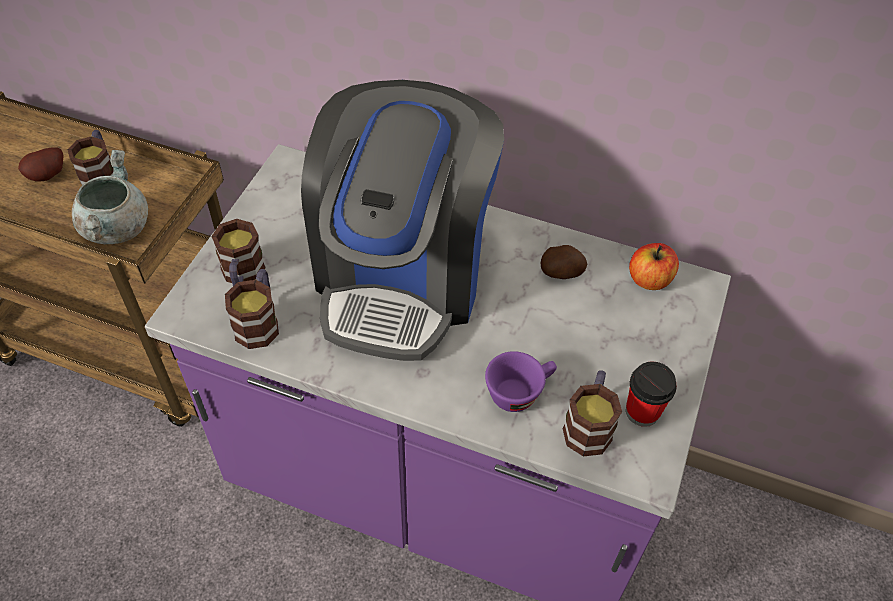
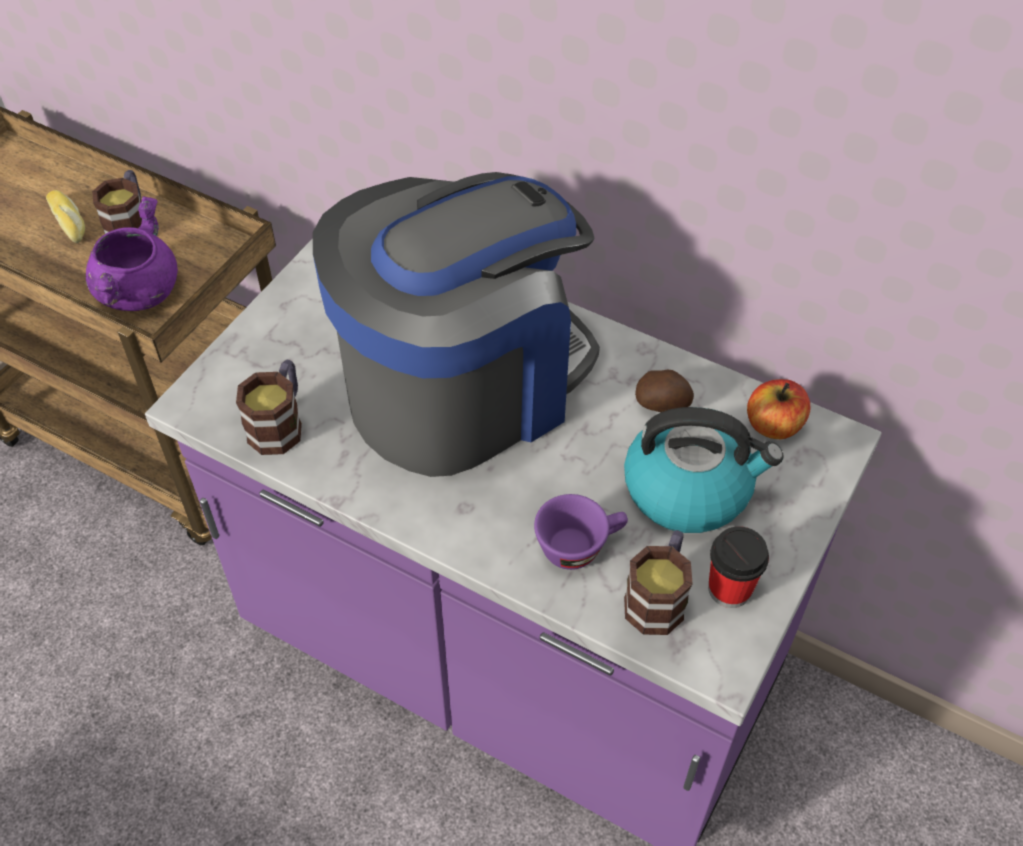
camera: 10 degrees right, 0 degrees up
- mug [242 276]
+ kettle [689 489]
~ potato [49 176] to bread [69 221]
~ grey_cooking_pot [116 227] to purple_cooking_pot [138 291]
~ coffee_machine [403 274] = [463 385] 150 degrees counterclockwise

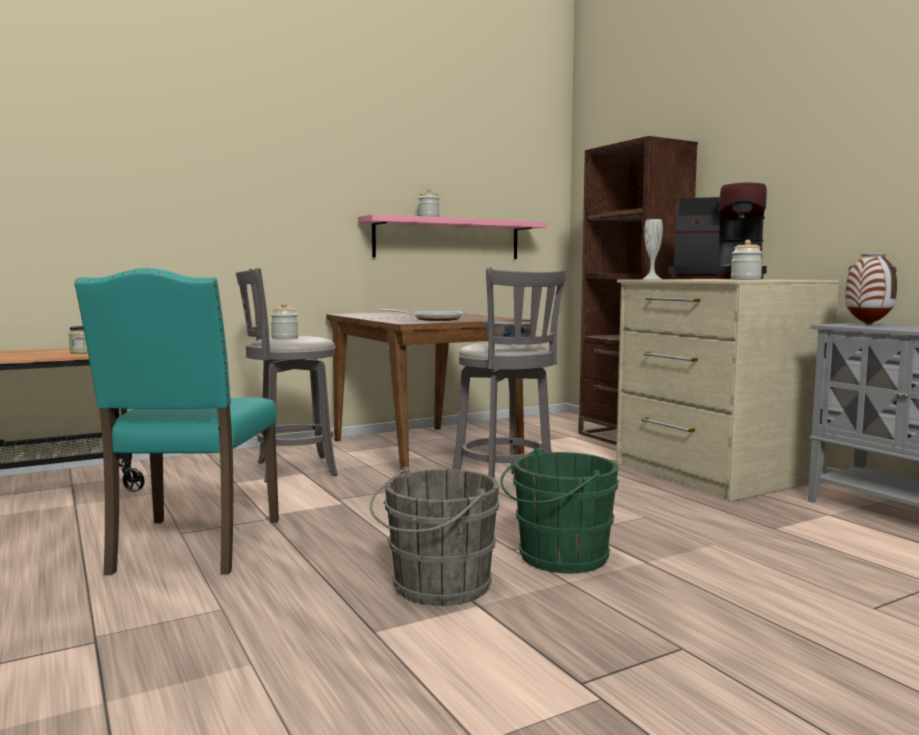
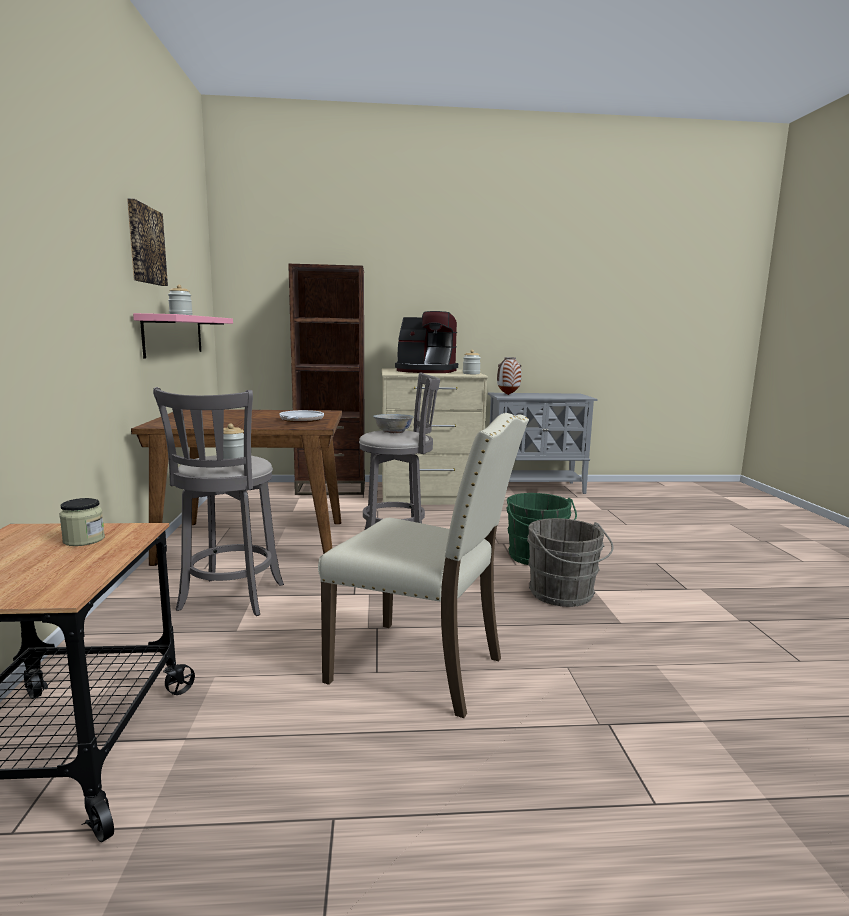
camera: 65 degrees left, 5 degrees up
- white_vase [651 279]
+ picture [145 245]
~ turquoise_chair [193 546] to beige_chair [421 668]
~ coffee_machine [717 279] = [426 371] 60 degrees clockwise

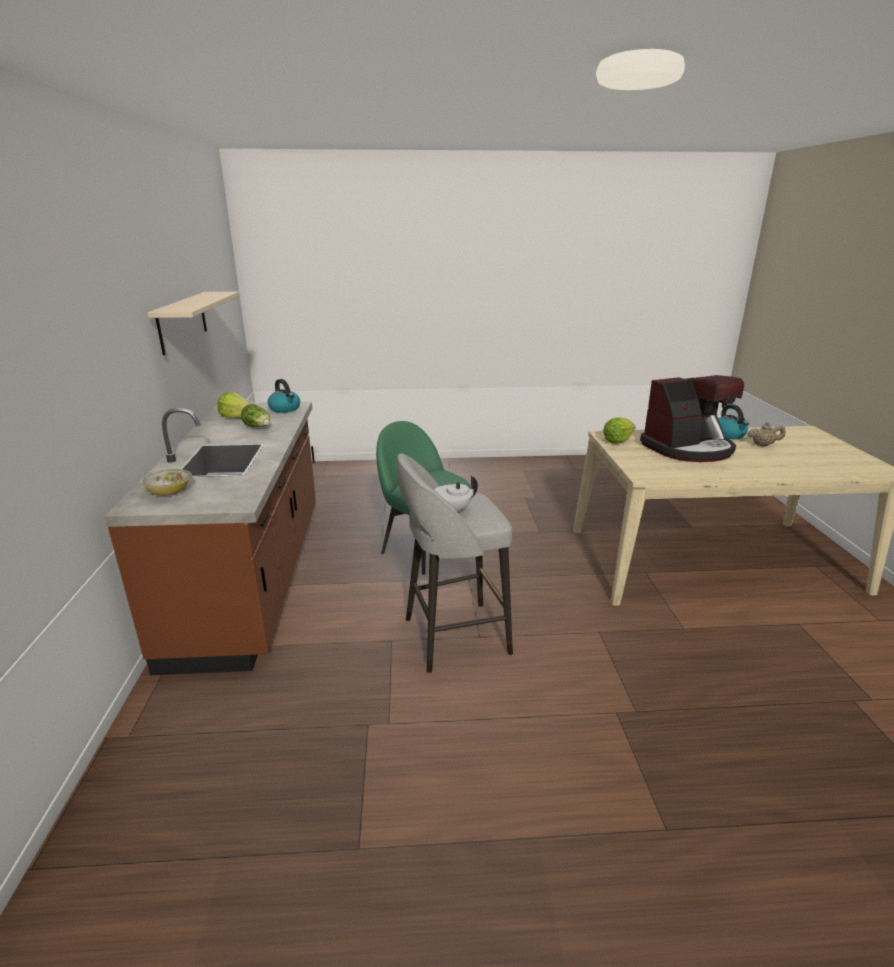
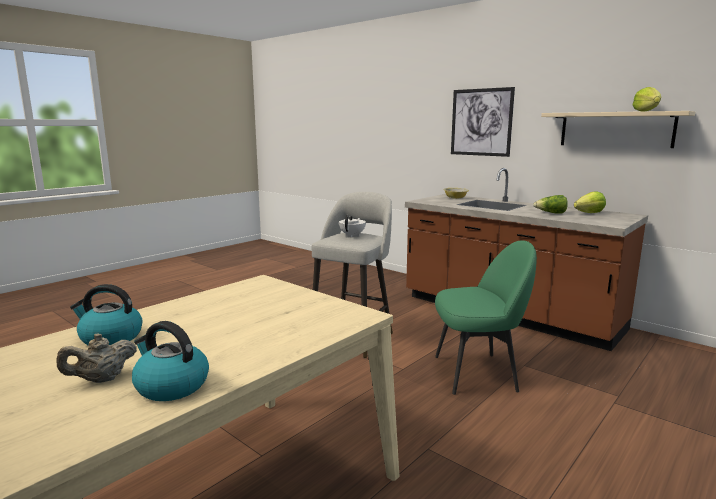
camera: 135 degrees right, 10 degrees down
- coffee_machine [688 449]
+ picture [481 122]
~ kettle [285 409] to [110 338]
~ lettuce [618 441] to [646 111]

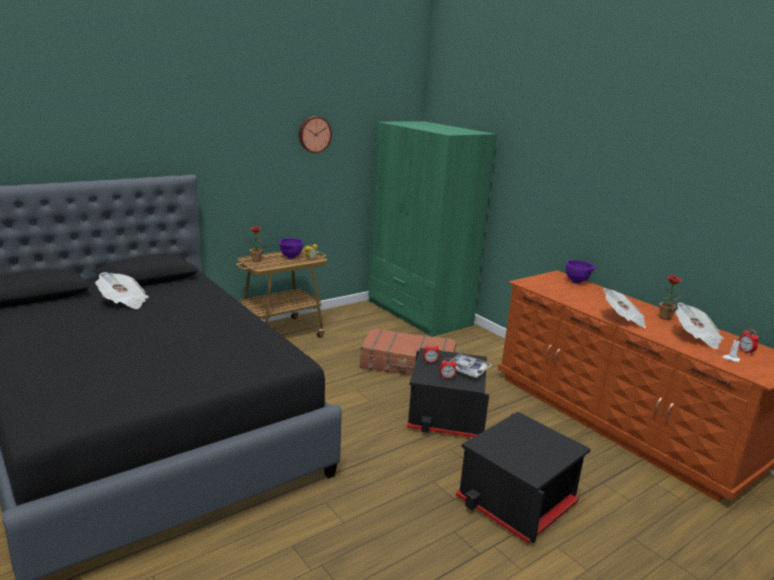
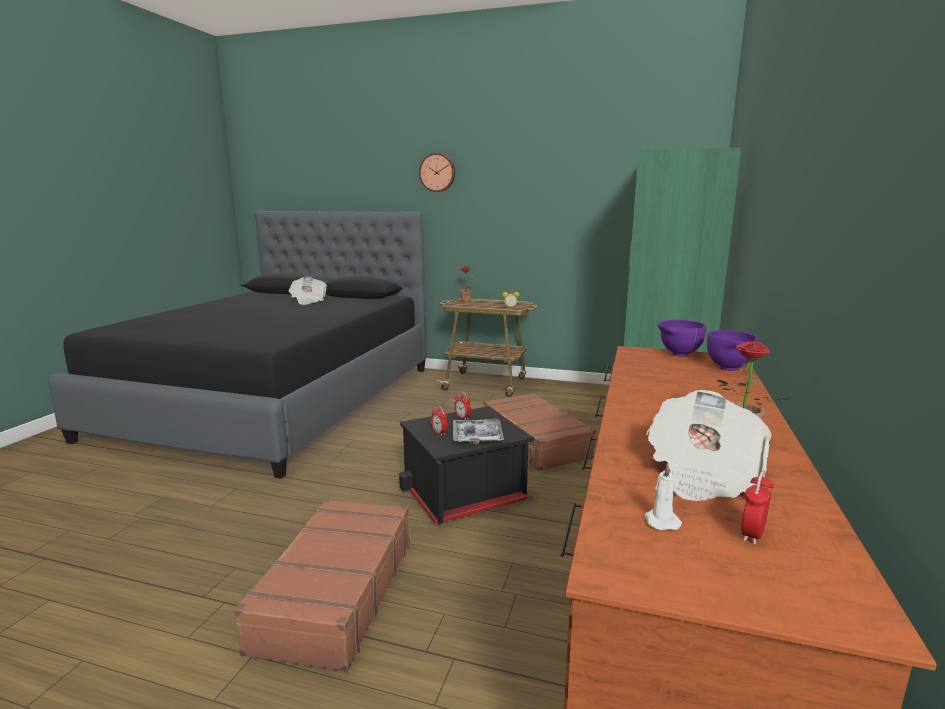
camera: 55 degrees right, 5 degrees down
- newspaper [623 319]
~ purple_bowl [290 258] to [678 355]
~ wall_clock [314 134] to [437 172]
~ black_storage_box [518 500] to brown_suitcase [334 593]

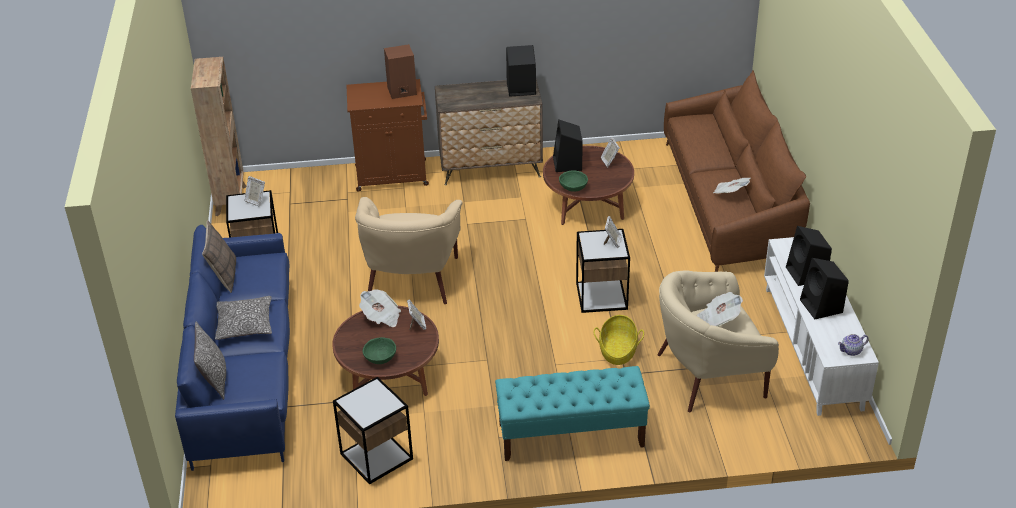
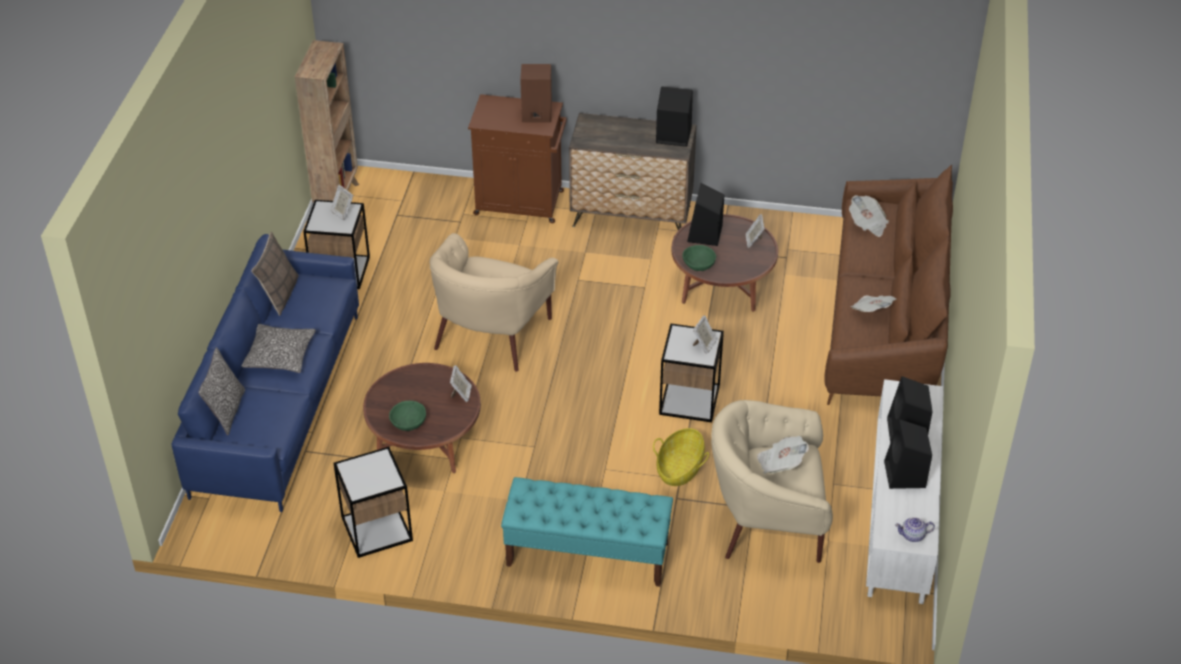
camera: 15 degrees right, 5 degrees up
~ newspaper [381 317] to [867 224]

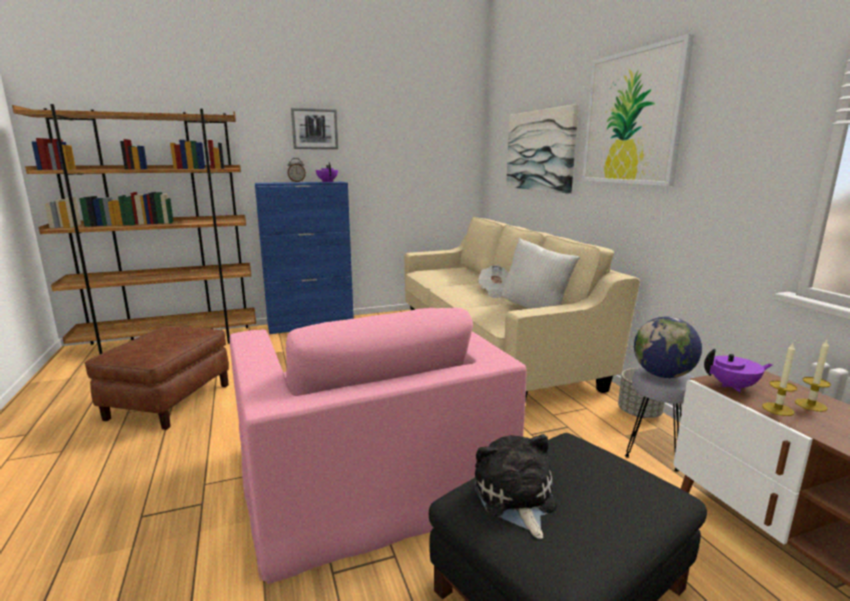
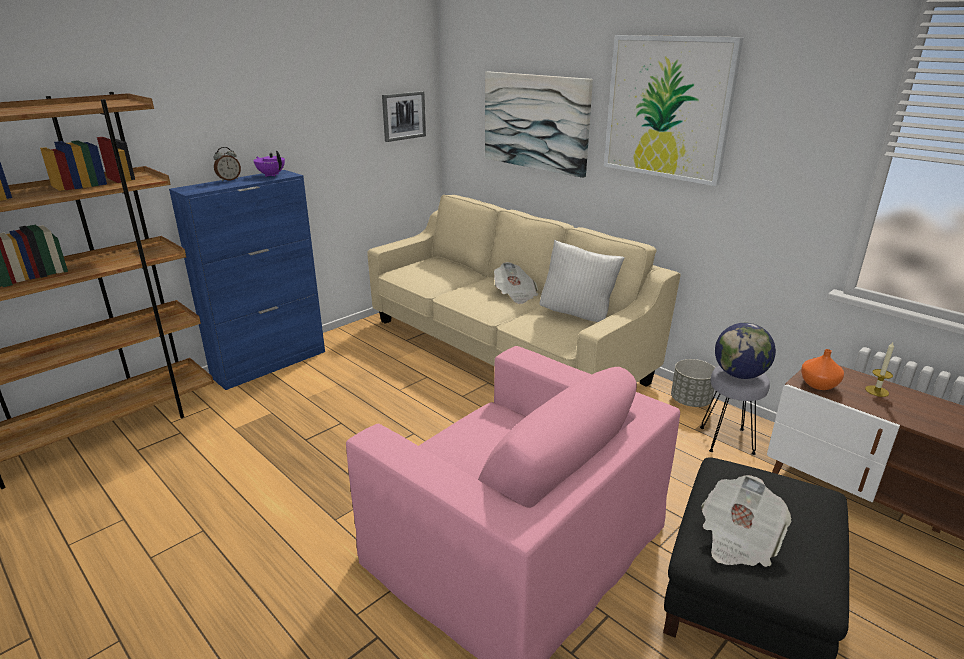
camera: 25 degrees left, 10 degrees up
- brown_ottoman [169 401]
- candle [777 409]
~ picture [314 129] to [403 116]
~ plush_toy [515 498] to newspaper [738 539]
~ purple_teapot [733 387] to orange_vase [819 385]

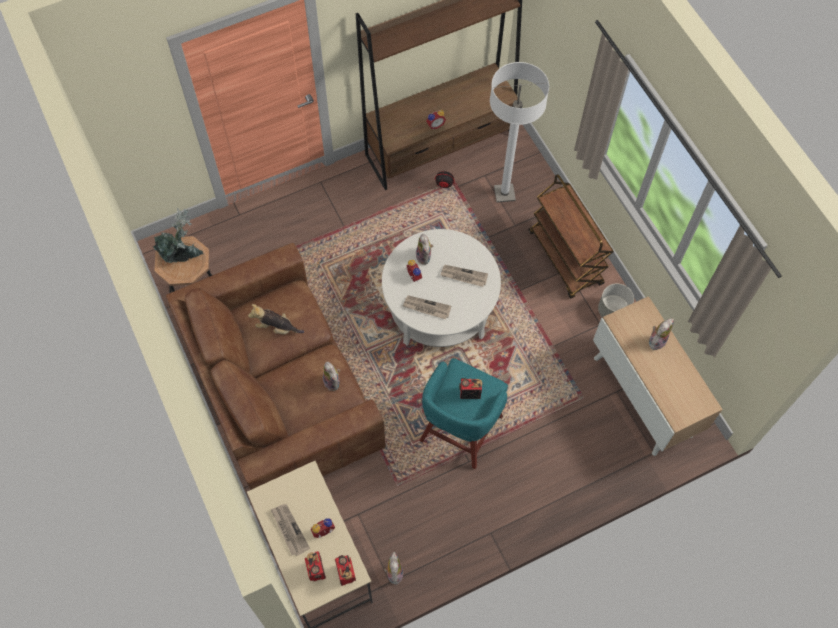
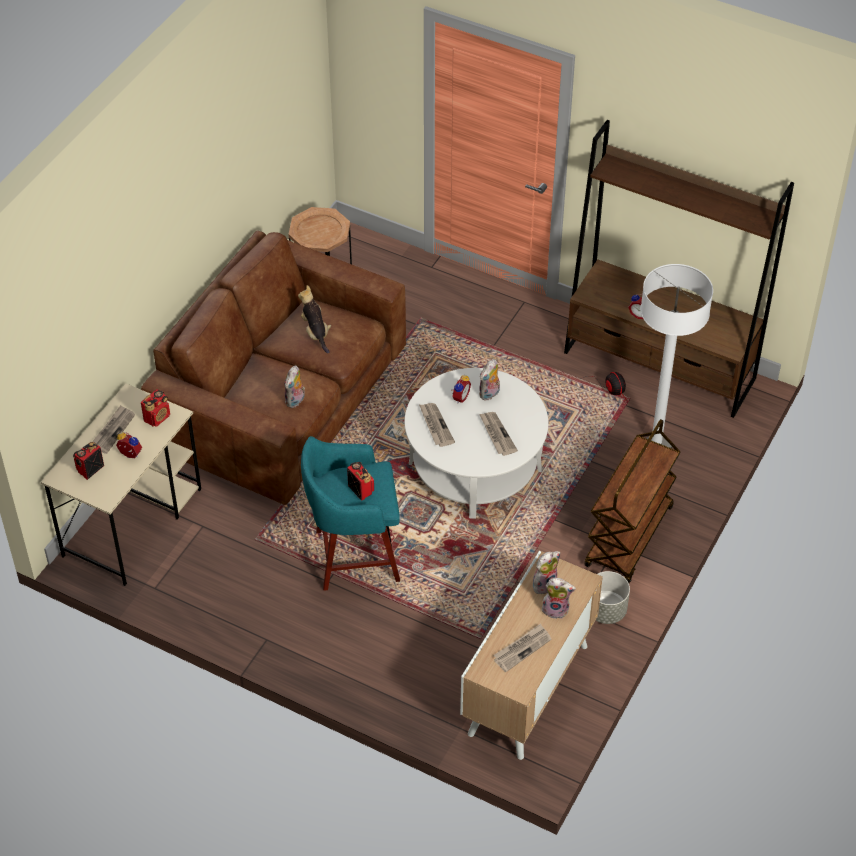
camera: 55 degrees right, 15 degrees down
- potted_plant [182 254]
+ newspaper [522 648]
~ radio [346 572] to [157 418]
~ plush_toy [393 573] to [544 583]

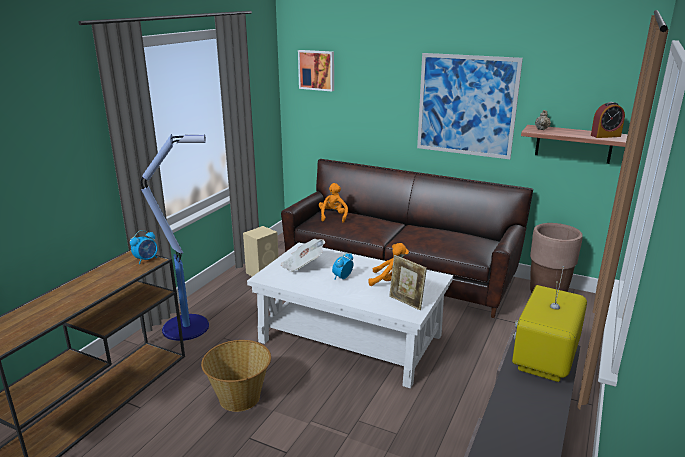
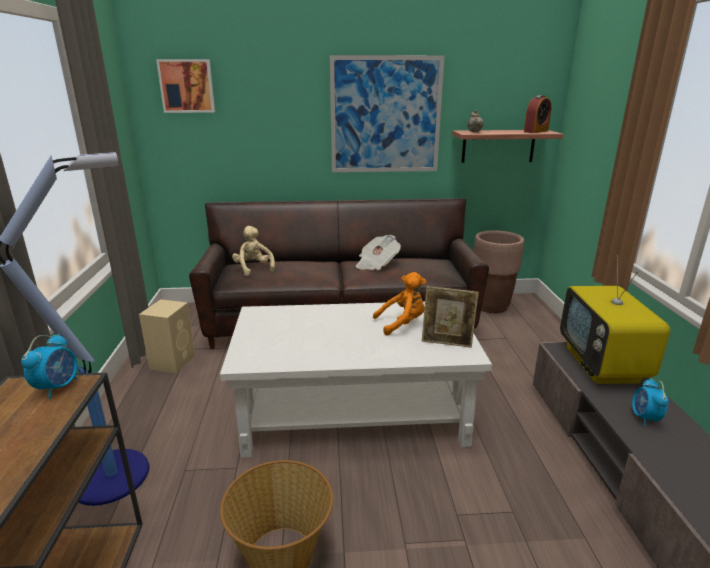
camera: 30 degrees left, 0 degrees up
~ newspaper [302 265] to [376 264]
~ alarm_clock [342 277] to [645 418]
~ orange_plush_toy [333 216] to beige_plush_toy [253 269]

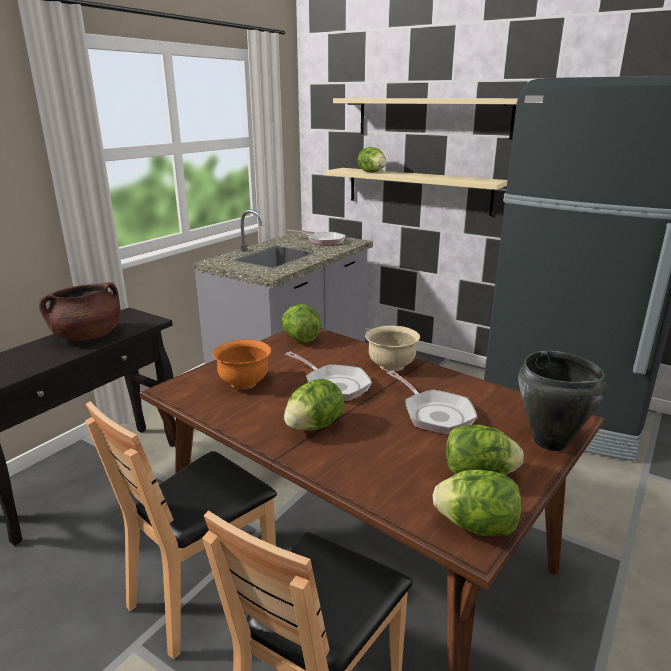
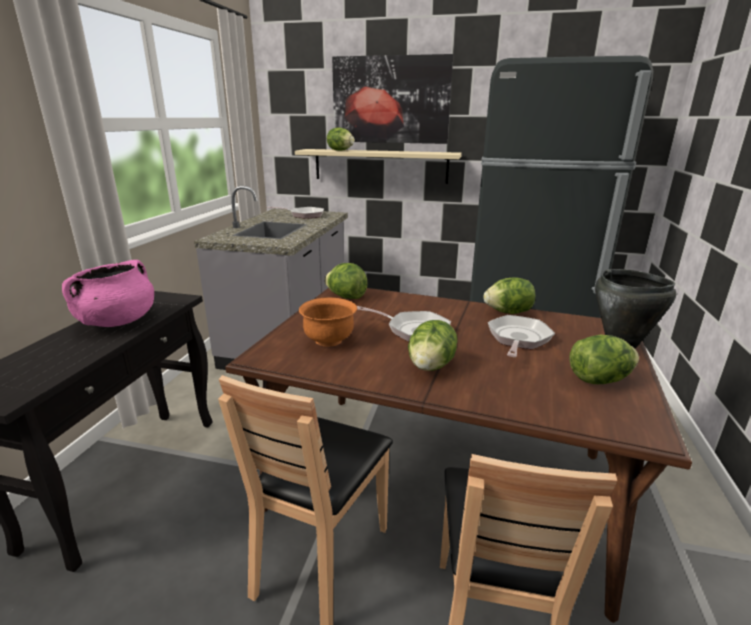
camera: 20 degrees left, 0 degrees up
- beige_bowl [391 365]
~ lettuce [476 526] to [508 312]
~ beige_shelf [432 117] to picture [390 100]
~ brown_cooking_pot [87 336] to pink_cooking_pot [117 321]
~ frying_pan [434 414] = [518 339] 105 degrees counterclockwise

